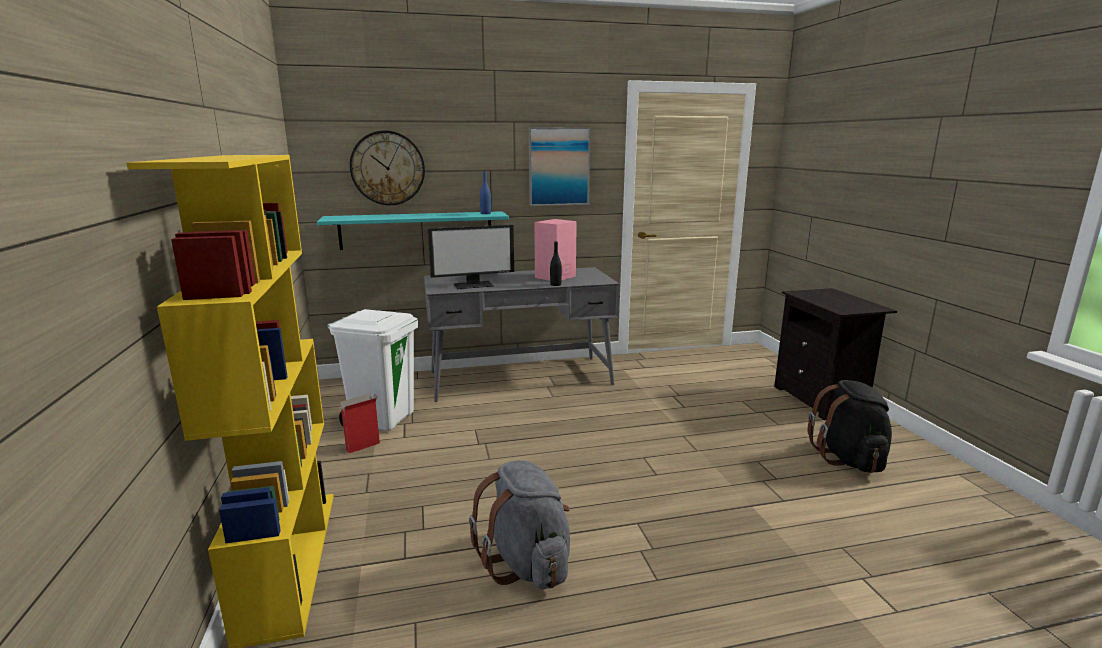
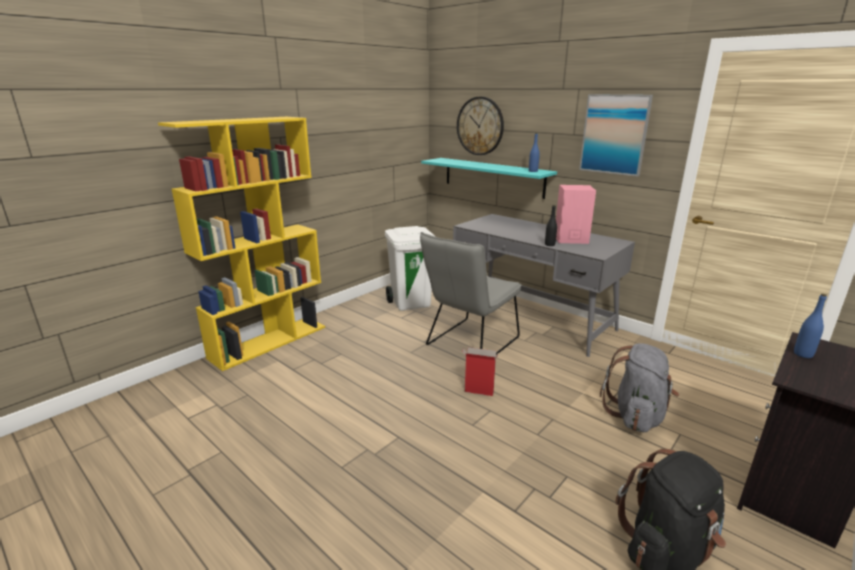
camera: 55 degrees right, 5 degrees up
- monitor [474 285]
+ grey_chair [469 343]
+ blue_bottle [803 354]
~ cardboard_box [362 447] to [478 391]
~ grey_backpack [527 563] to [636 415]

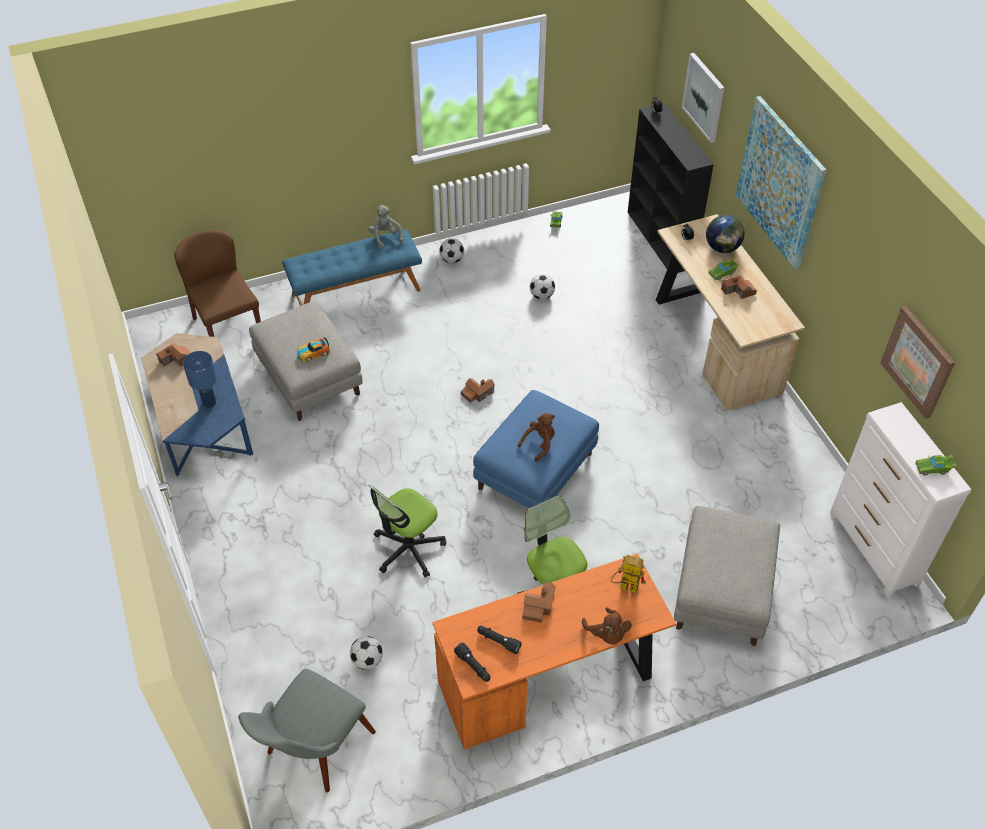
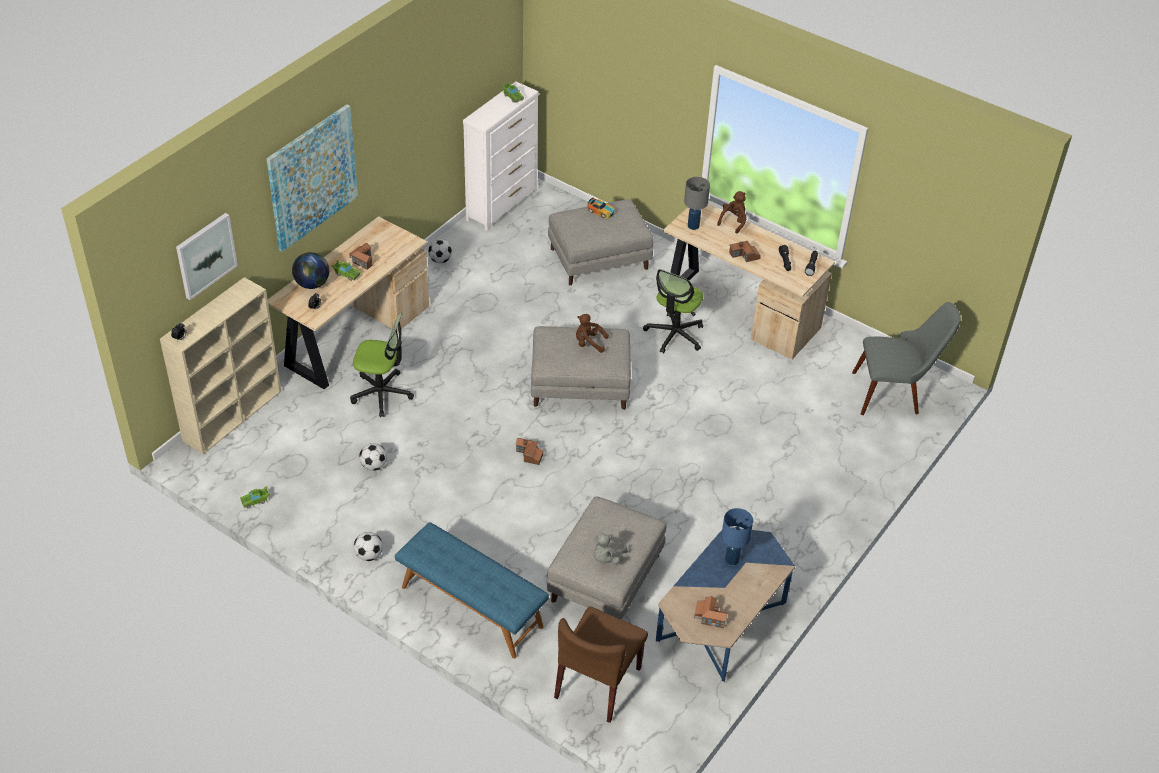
camera: 125 degrees left, 5 degrees down
- picture [918 361]
~ toy_car [313 353] to [601 211]
~ football [367 660] to [440 260]
~ grey_plush_toy [385 237] to [606 558]
~ office_chair [408 549] to [382 393]
~ toy_robot [624 587] to grey_table_lamp [693 226]
~ orange_desk [549 680] to beige_desk [739 310]
~ blue_ottoman [535 470] to grey_ottoman [578 386]
~ black_bookcase [661 240] to beige_bookcase [233 415]

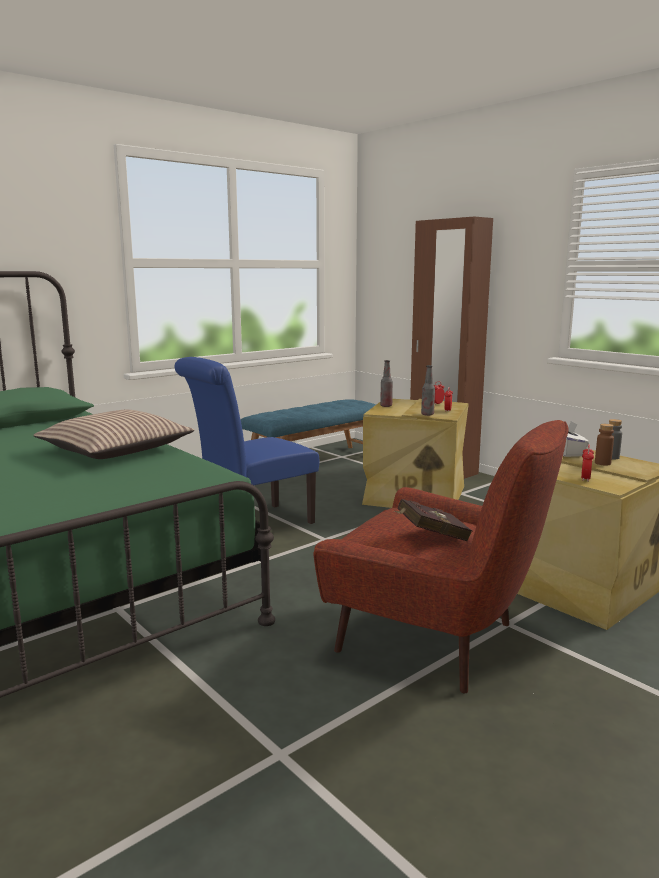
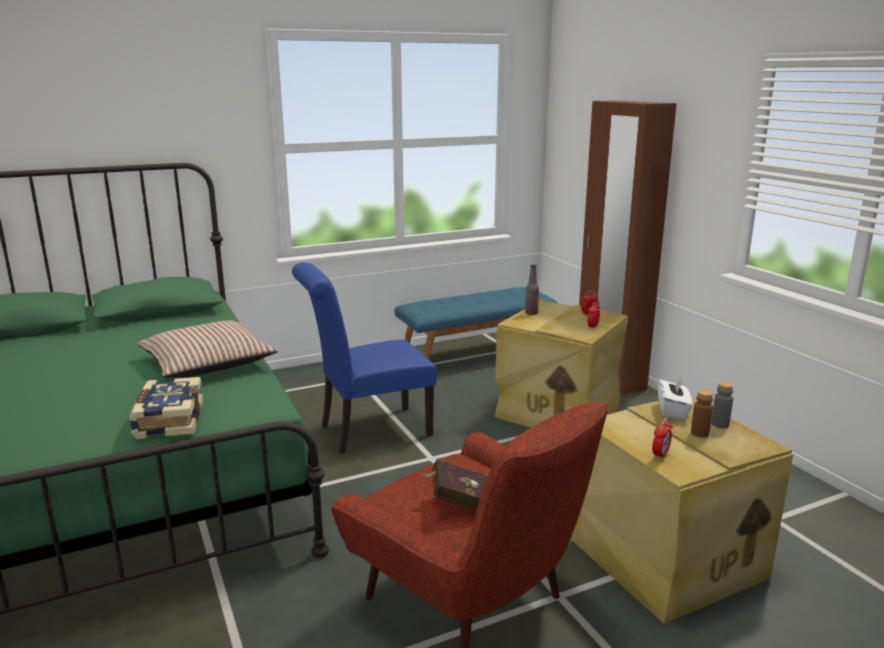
camera: 15 degrees right, 5 degrees up
- bottle [427 414]
+ book [168 420]

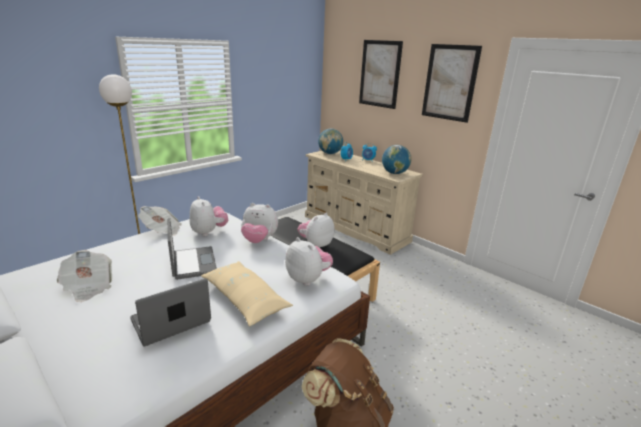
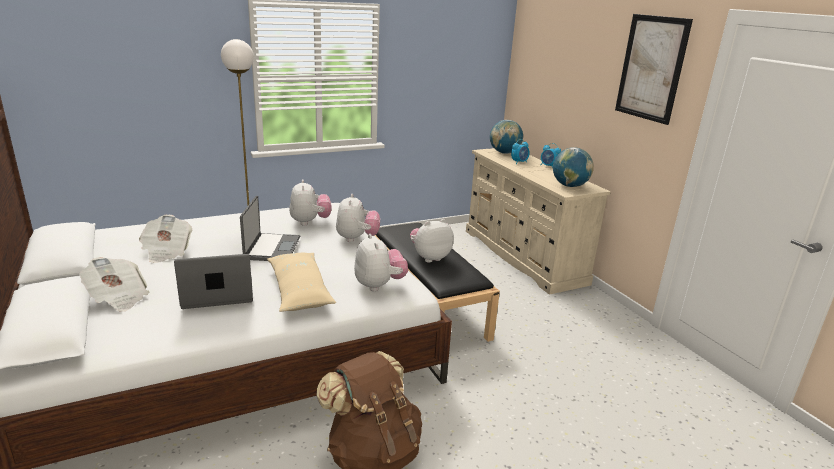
camera: 20 degrees right, 0 degrees up
- picture [380 74]
~ newspaper [162 230] to [117 298]
~ plush_toy [259 240] = [357 239] 120 degrees counterclockwise

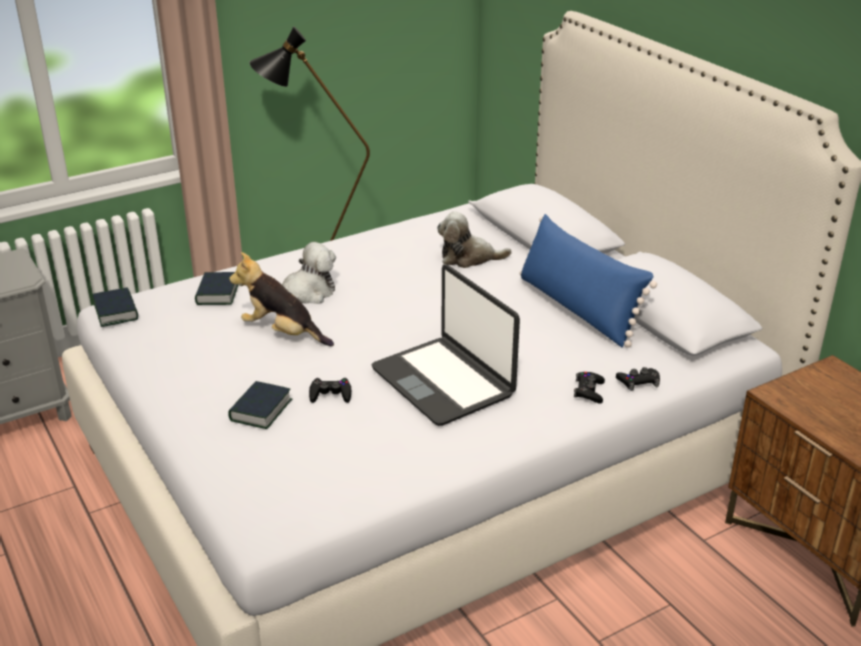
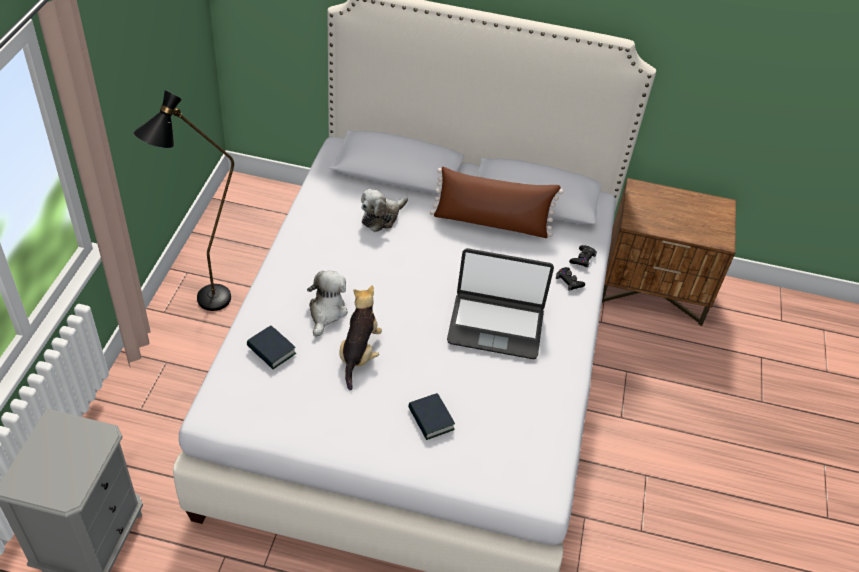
camera: 50 degrees left, 15 degrees up
- book [116 312]
- black_game_controller [330 394]
~ blue_pillow [577 309] to brown_pillow [491 222]
~ plush_toy [282 333] = [359 353] 120 degrees clockwise

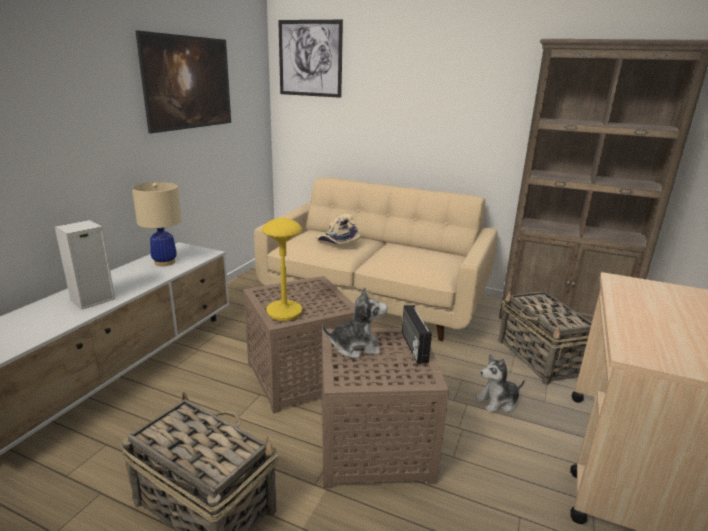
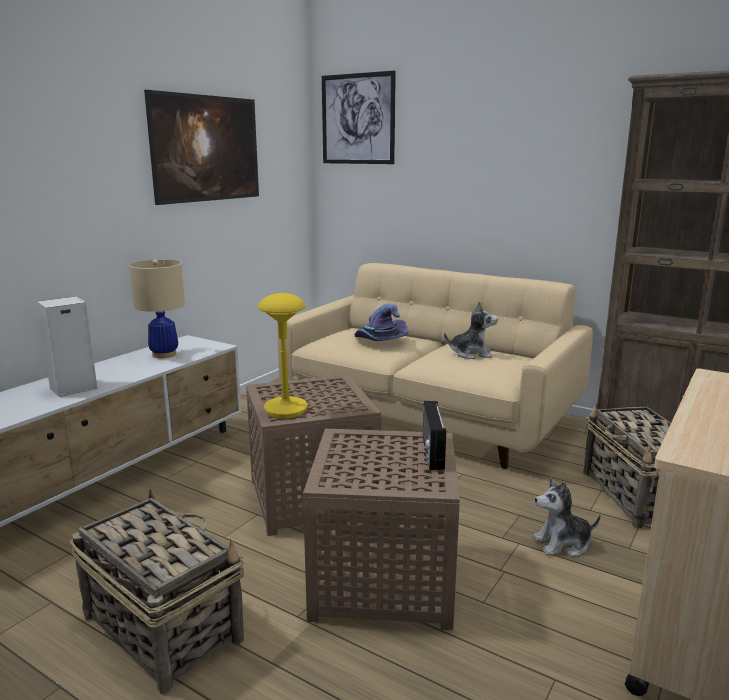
camera: 10 degrees right, 5 degrees down
~ plush_toy [355 347] to [471 354]
~ beige_hat [337 243] to purple_hat [379 342]

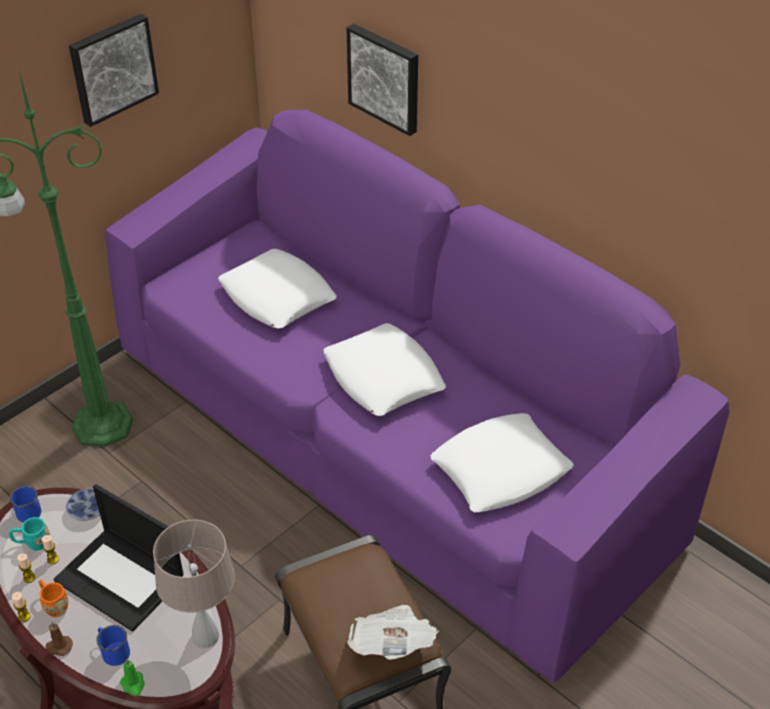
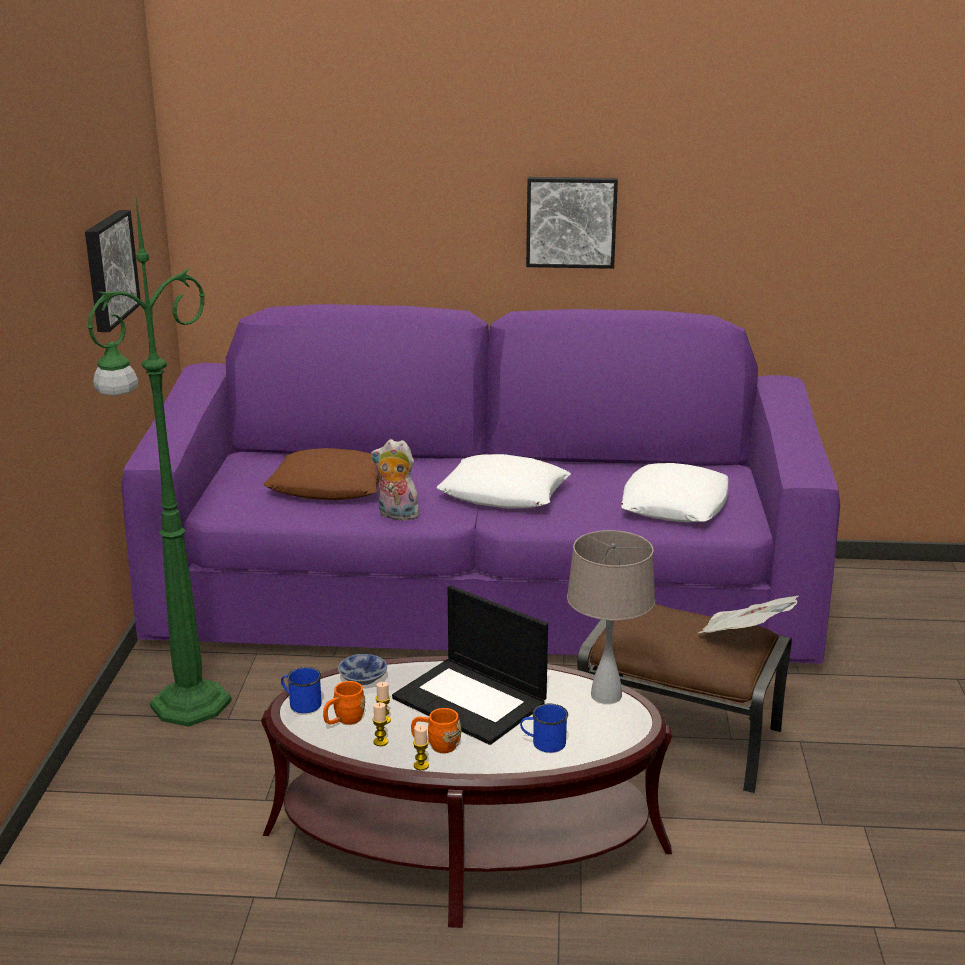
camera: 40 degrees left, 20 degrees down
- brown_candle [59 646]
- green_candle [133 684]
+ plush_toy [396 515]
~ picture [385 78] to [571 221]
~ turquoise_mug [32 543] to orange_mug [344 721]
~ white_pillow [277 296] to brown_pillow [330 486]
~ laptop [121 579] = [472 700] 45 degrees clockwise

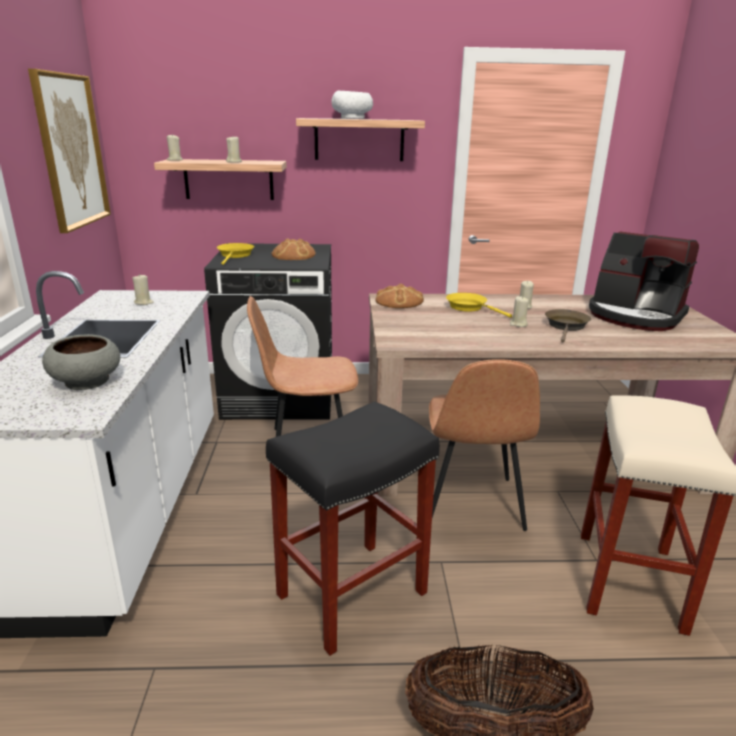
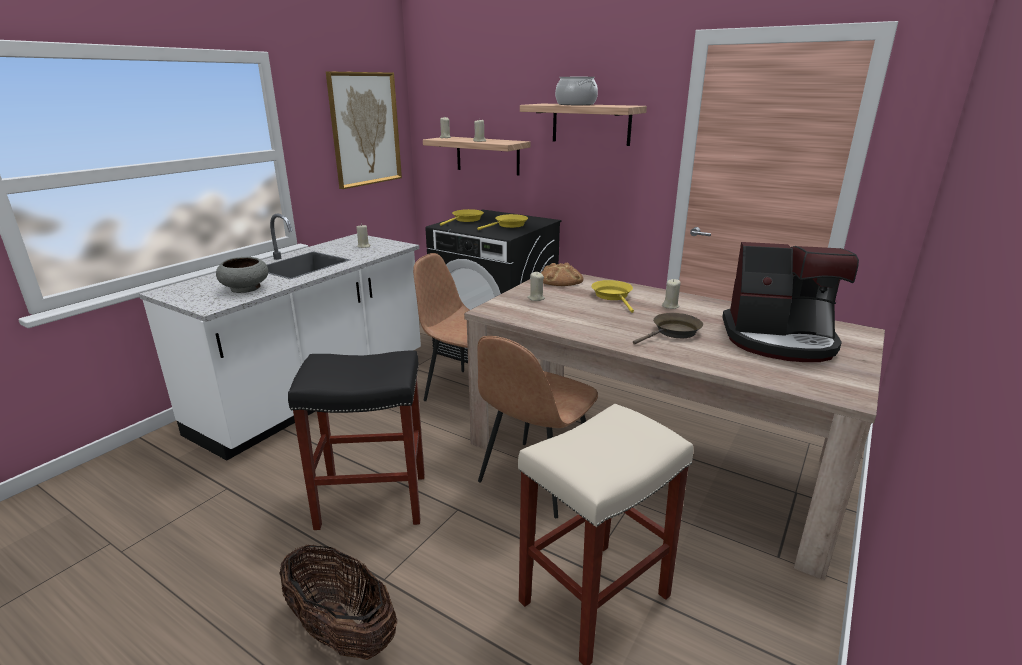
camera: 35 degrees right, 0 degrees up
~ beige_candle [518 324] to [536 298]
~ bread [293 255] to yellow_frying_pan [509 225]
~ white_bowl [352 118] to cooking_pot [576 104]
~ coffee_machine [635 316] = [779 340] 60 degrees counterclockwise

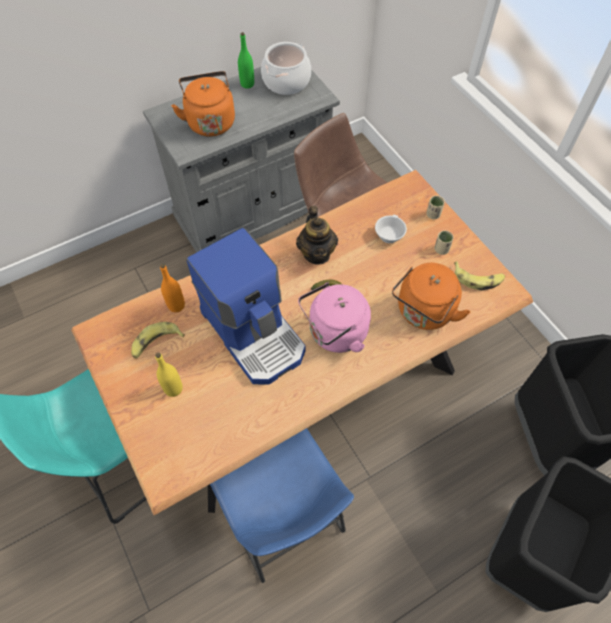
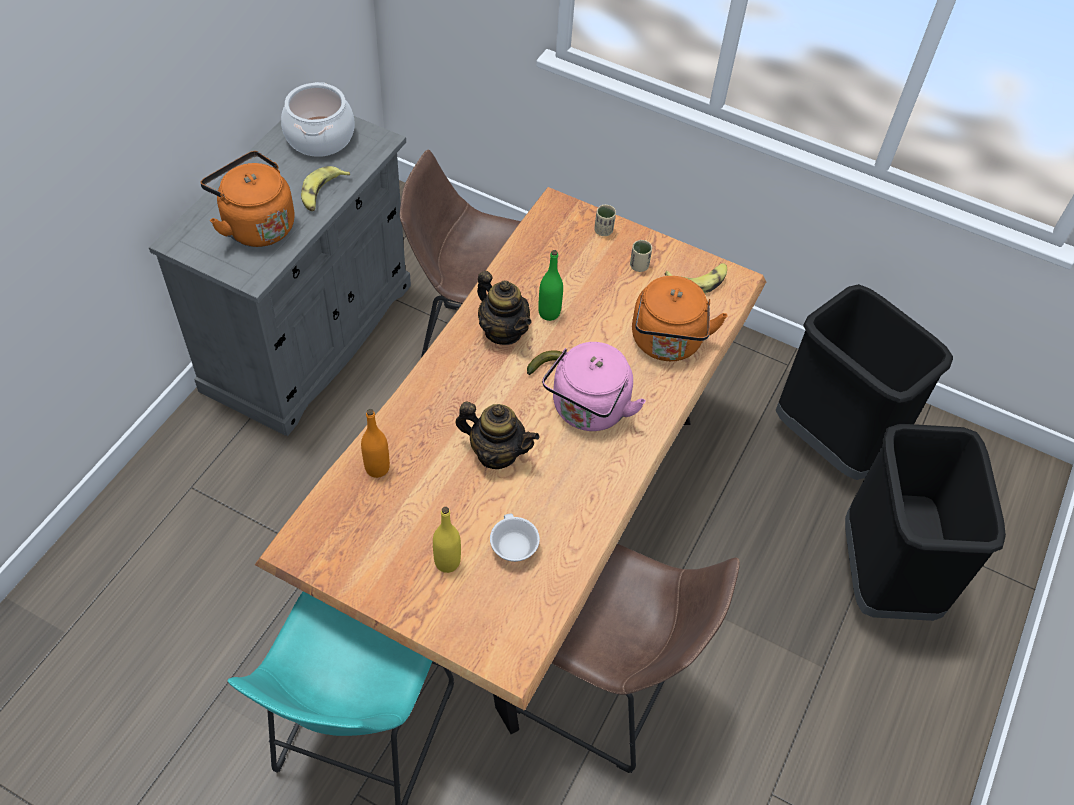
camera: 35 degrees left, 5 degrees down
~ banana [156 343] to [322 193]
~ green_bottle [247 84] to [549 313]
~ white_cup [388 235] to [511 547]
~ coffee_machine [255 332] to teapot [496 453]
~ blue_stool [282 520] to brown_stool [606 690]

